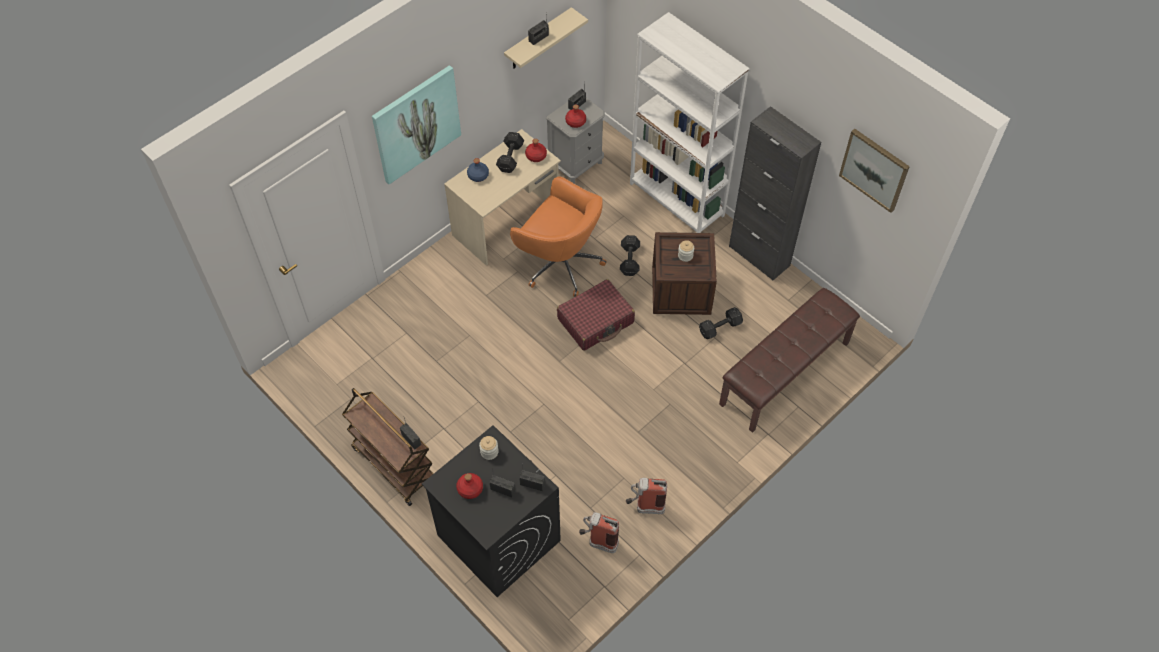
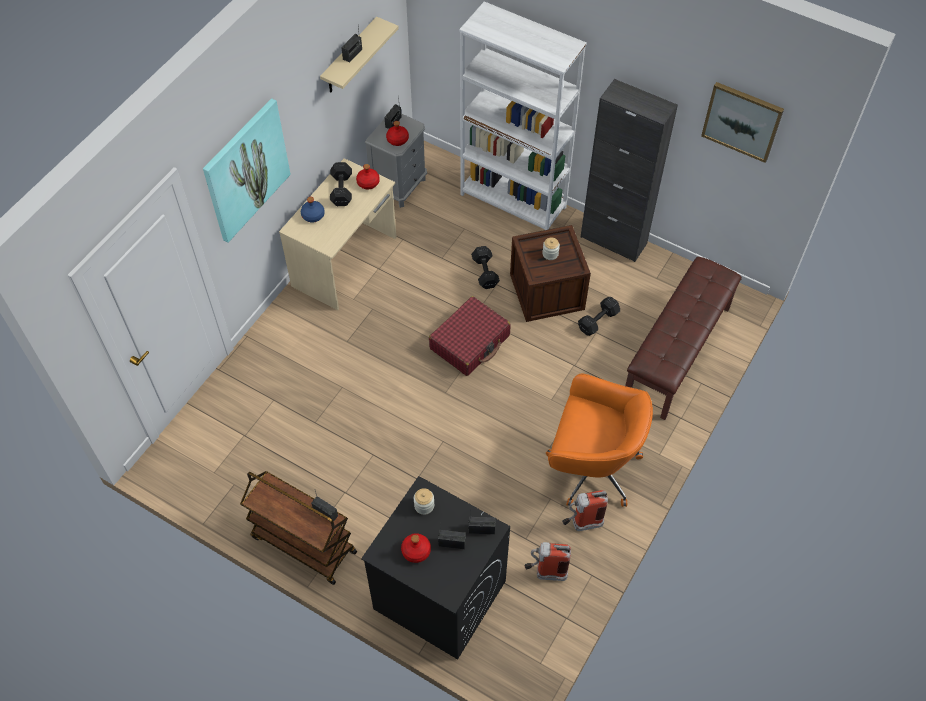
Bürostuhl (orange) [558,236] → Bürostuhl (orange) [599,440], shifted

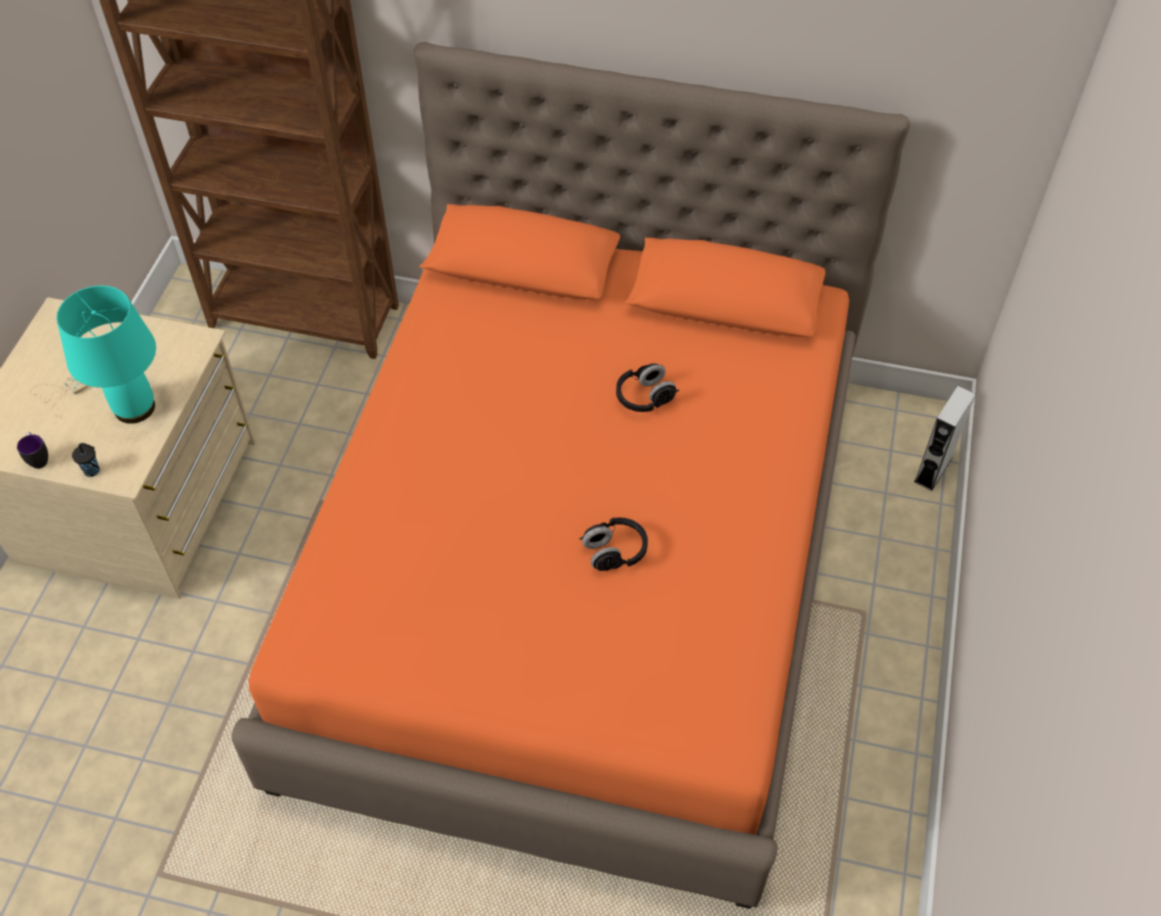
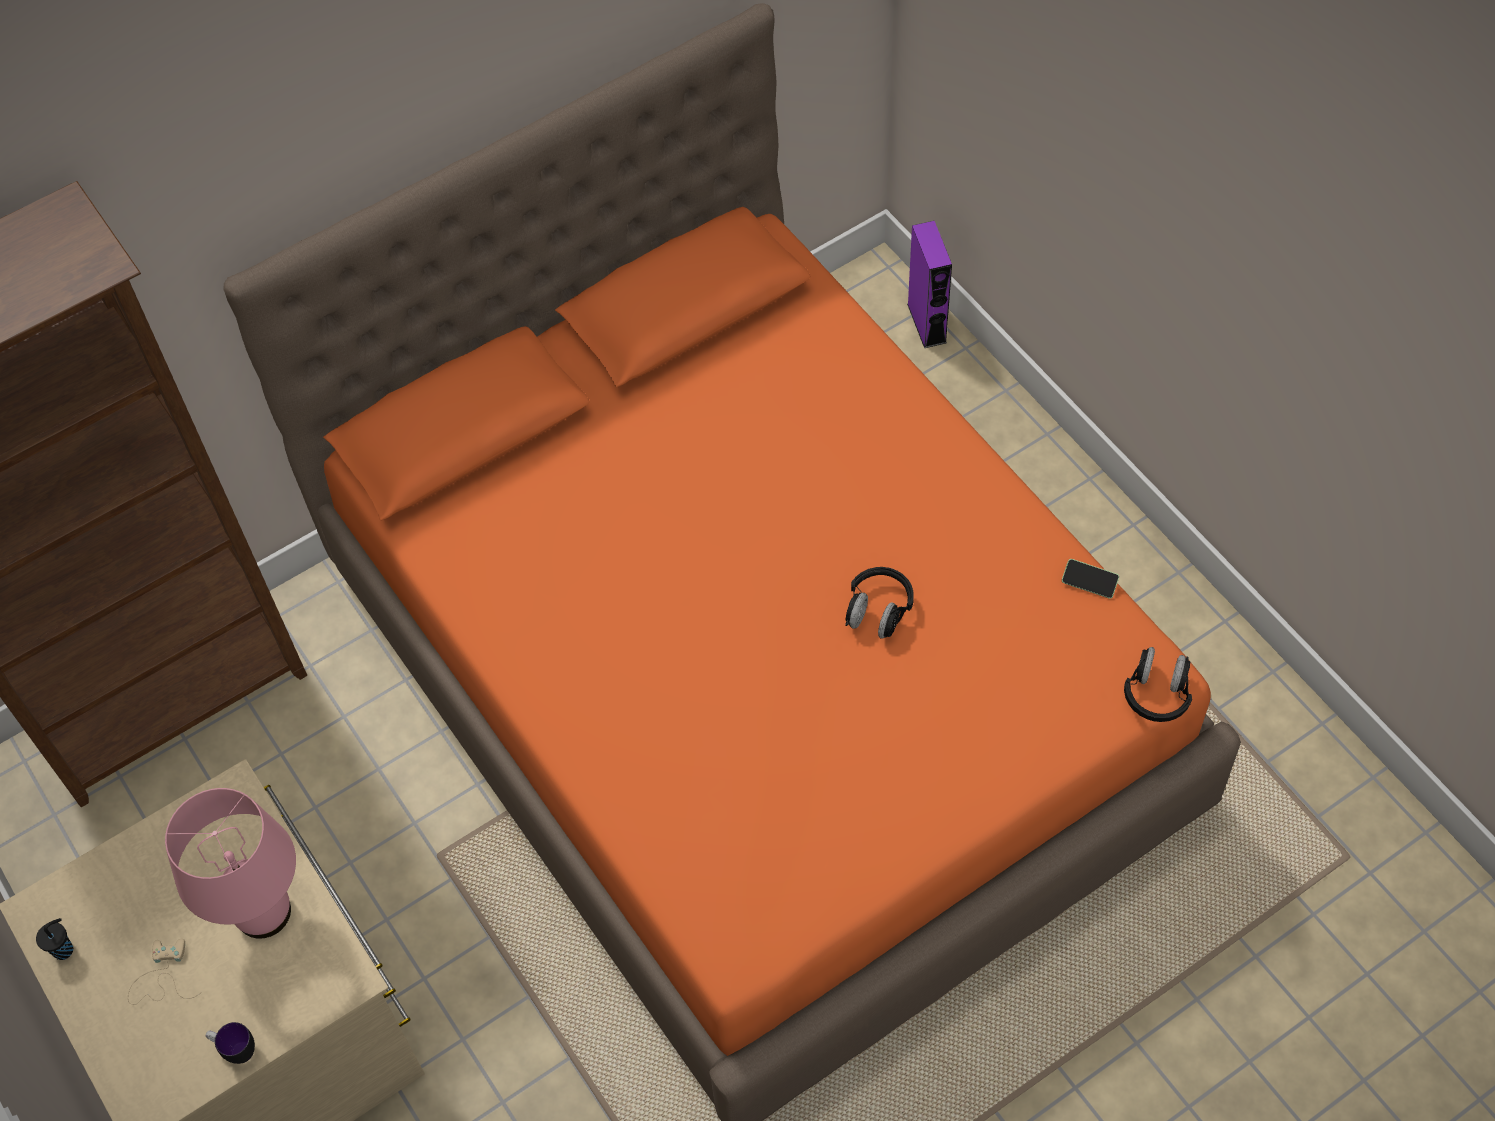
Tischlampe (türkis) [106,354] → Tischlampe (rosa) [230,863]
Kopfhörer (schwarz) [647,387] → Kopfhörer (schwarz) [1158,684], shifted
Lautsprecher (grau) [945,438] → Lautsprecher (lila) [929,284]
Tasse (schwarz) [86,460] → Tasse (schwarz) [54,939], shifted
- → Handy [1090,579]

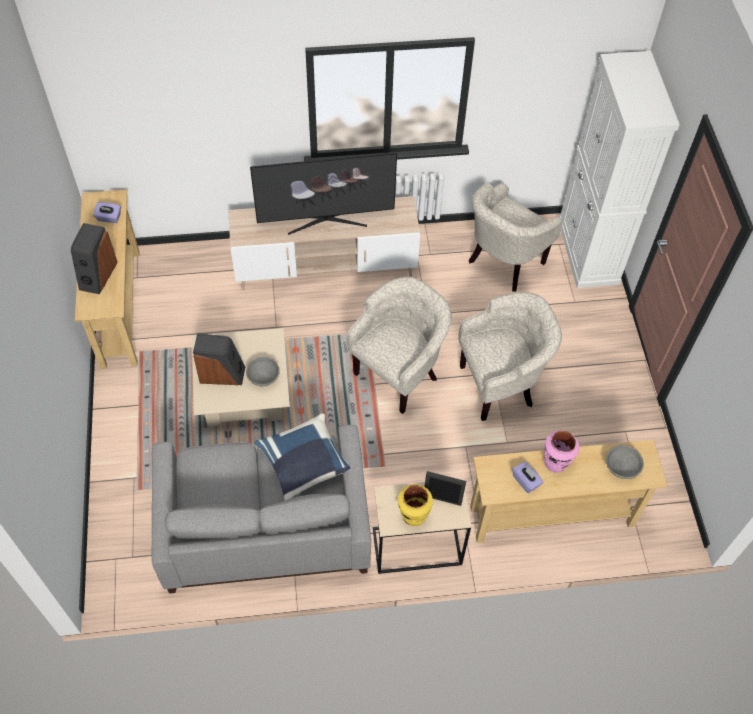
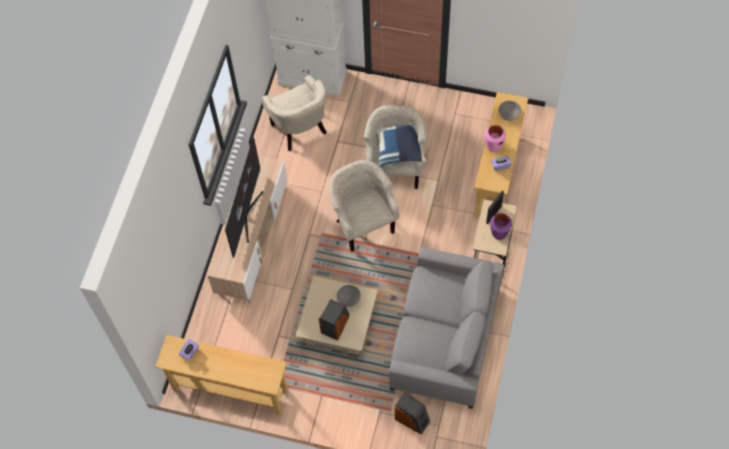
Lautsprecher [94,258] → Lautsprecher [412,413], shifted
Kissen (blau) [302,456] → Kissen (blau) [401,146], shifted
Vase (gelb) [415,505] → Vase (lila) [501,226]

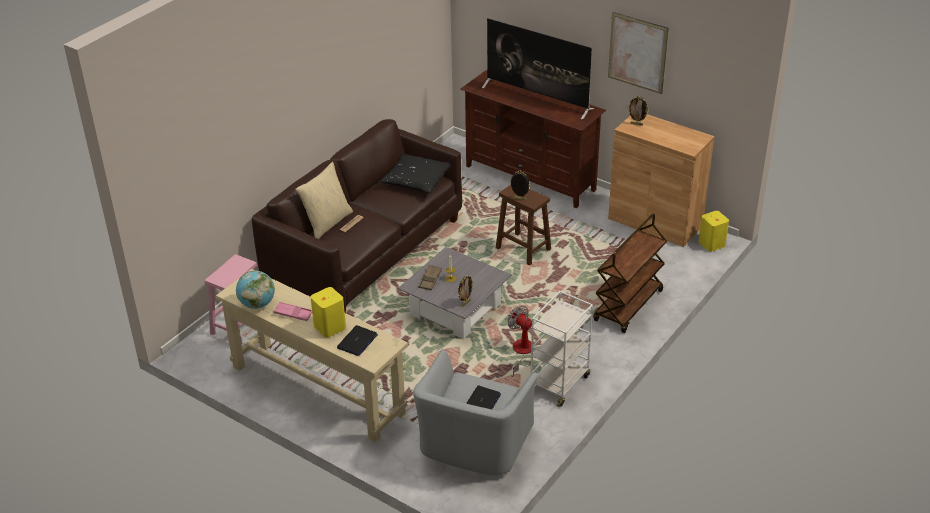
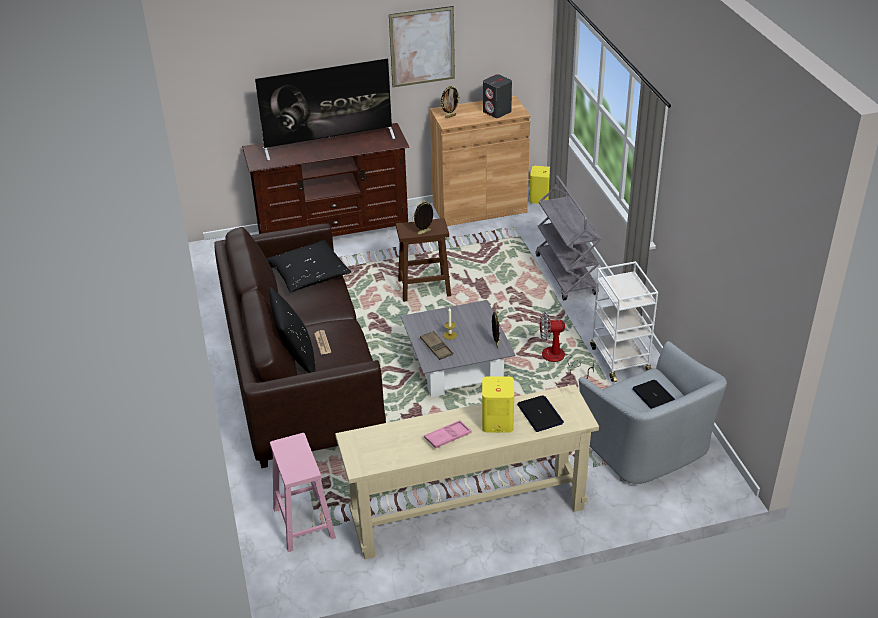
Kissen (beige) [324,200] → Kissen (schwarz) [293,330]
Rollwagen (braun) [630,273] → Rollwagen (grau) [568,237]
Globus [255,290] → -
- → Lautsprecher (grau) [497,96]

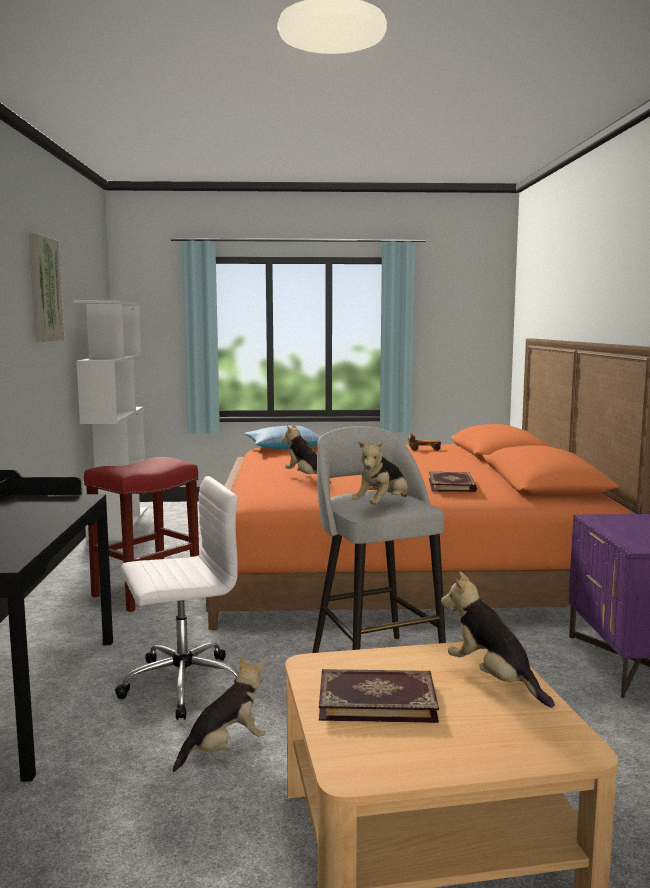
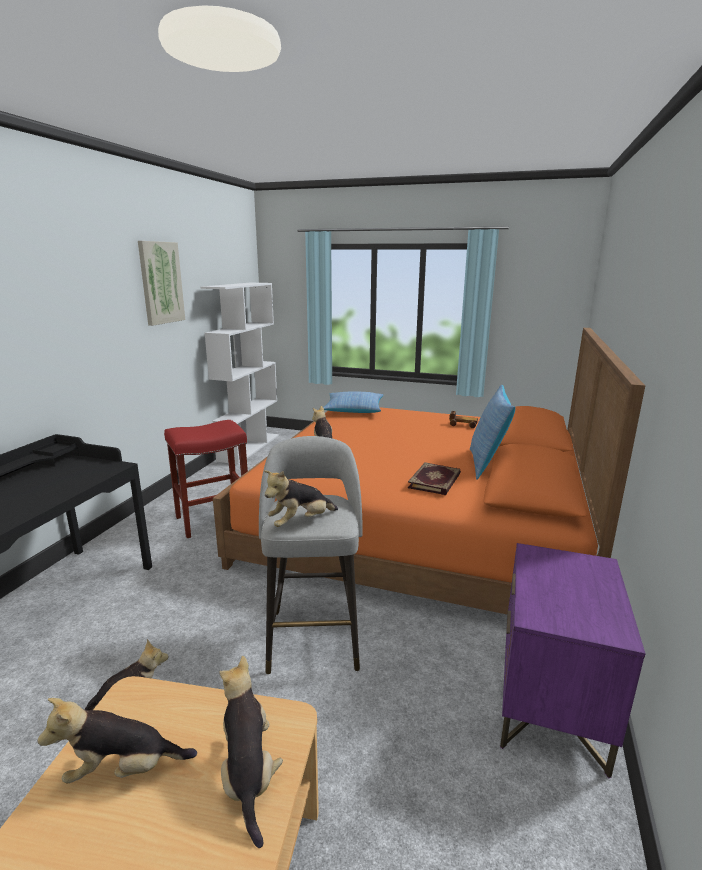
Bürostuhl (weiß) [176,598] → -
Buch [379,696] → Plüschtier [117,741]
- → Kissen [492,432]

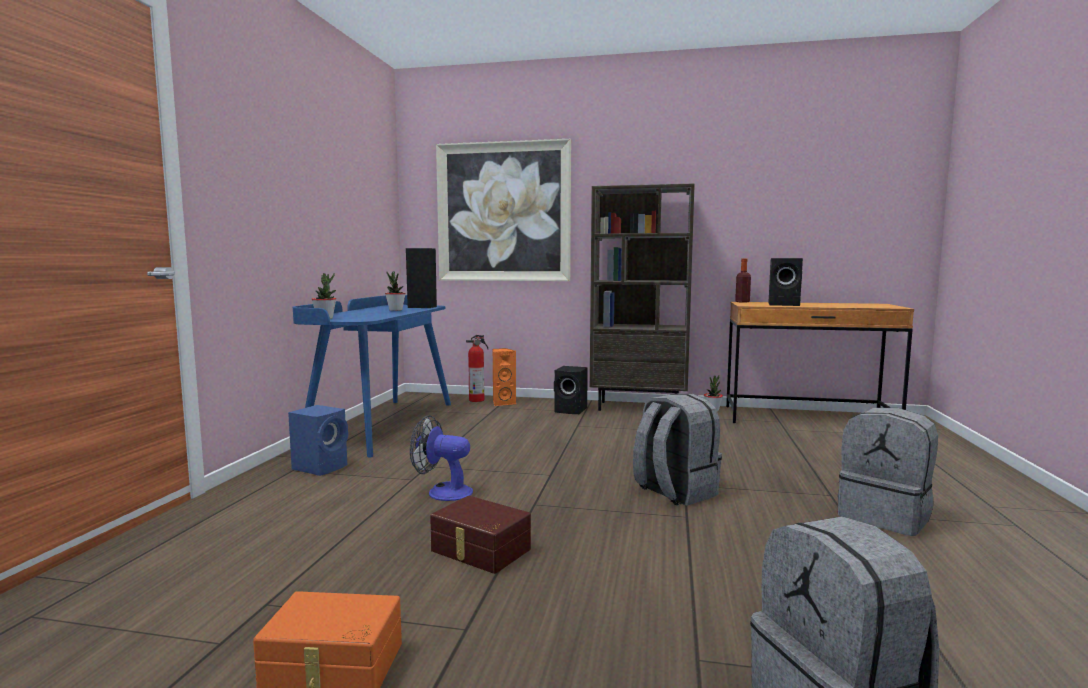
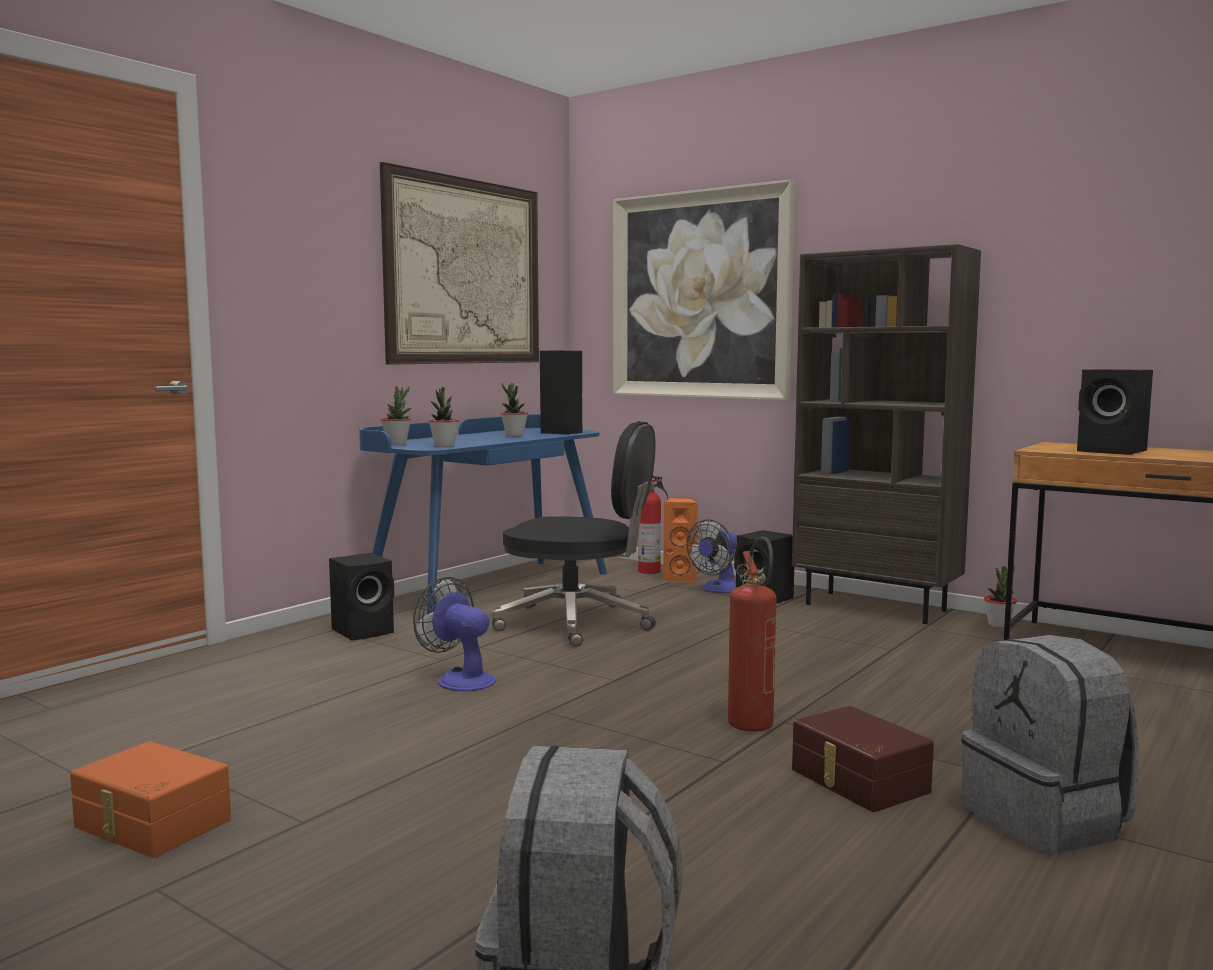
Flasche [743,281] → -
Rucksack (grau) [677,449] → Feuerlöscher [752,634]
Lautsprecher (blau) [318,440] → Lautsprecher (schwarz) [361,597]
Aufbewahrungsbox (braun) [480,535] → Aufbewahrungsbox (braun) [863,759], shifted
- → Bild [459,263]
- → Topfpflanze [444,417]
- → Bürostuhl (schwarz) [574,534]
- → Ventilator [712,556]

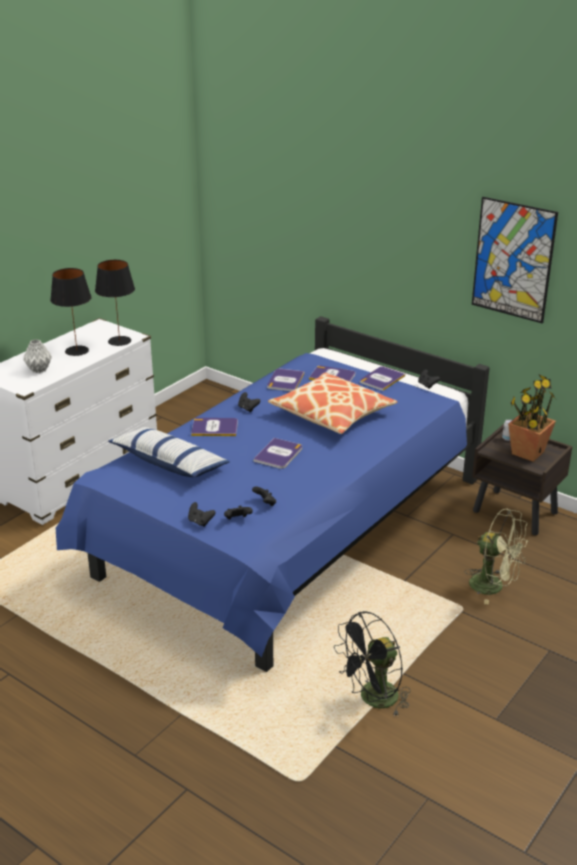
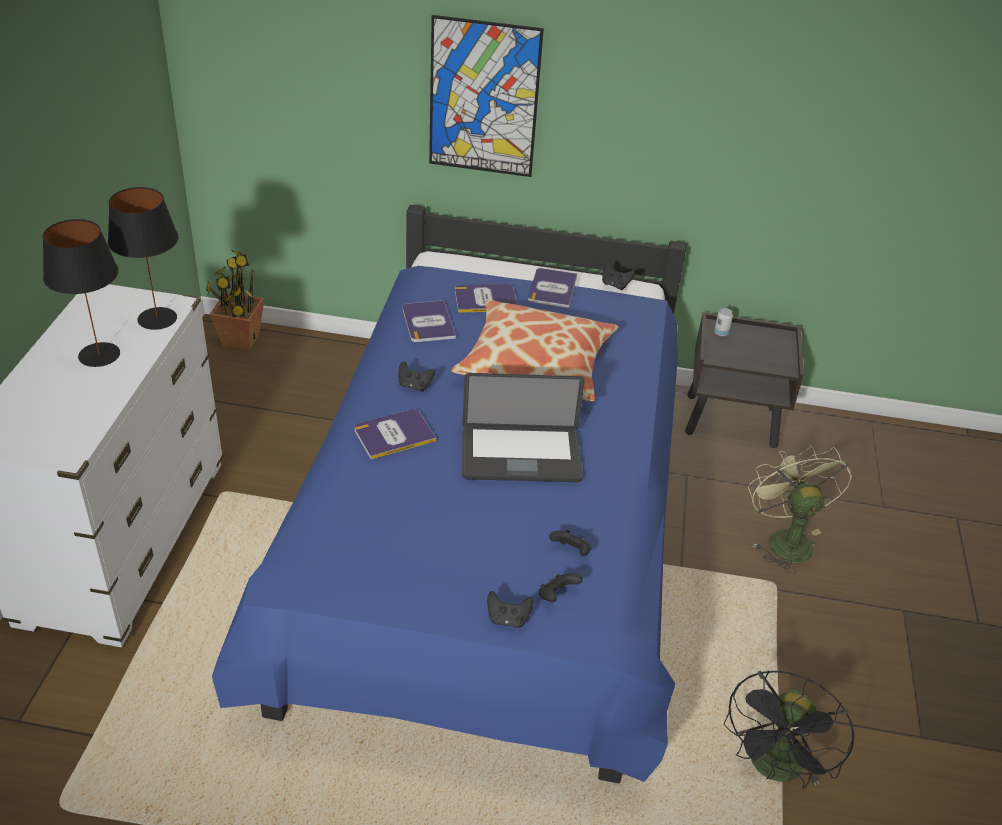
Bild [515,260] → Bild [486,96], shifted
Vase (grau) [37,356] → -
Topfpflanze [532,418] → Topfpflanze [235,300], shifted
Kissen [169,452] → -
Buch [277,453] → Laptop [523,427]
Ventilator (grün) [496,556] → Ventilator (grün) [800,509], 105 degrees counterclockwise

